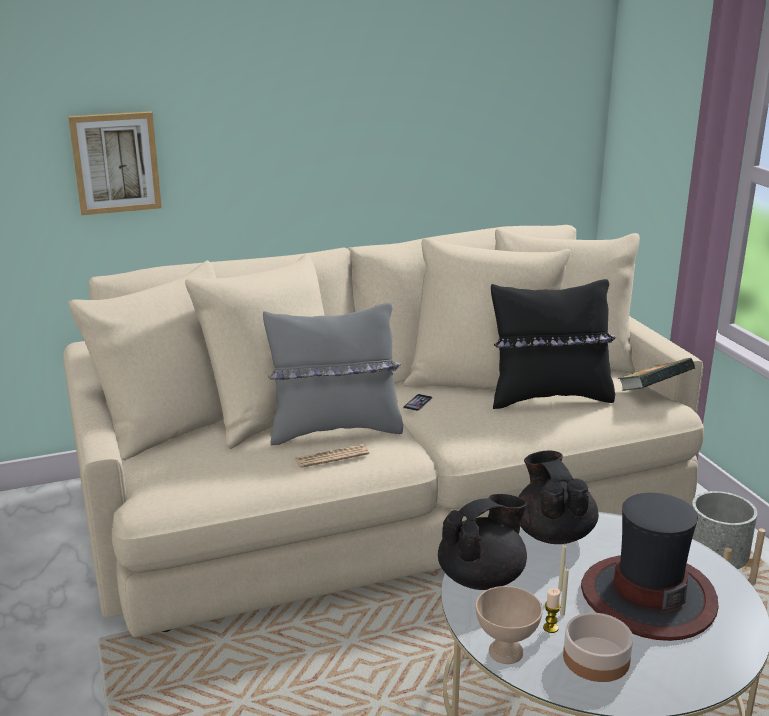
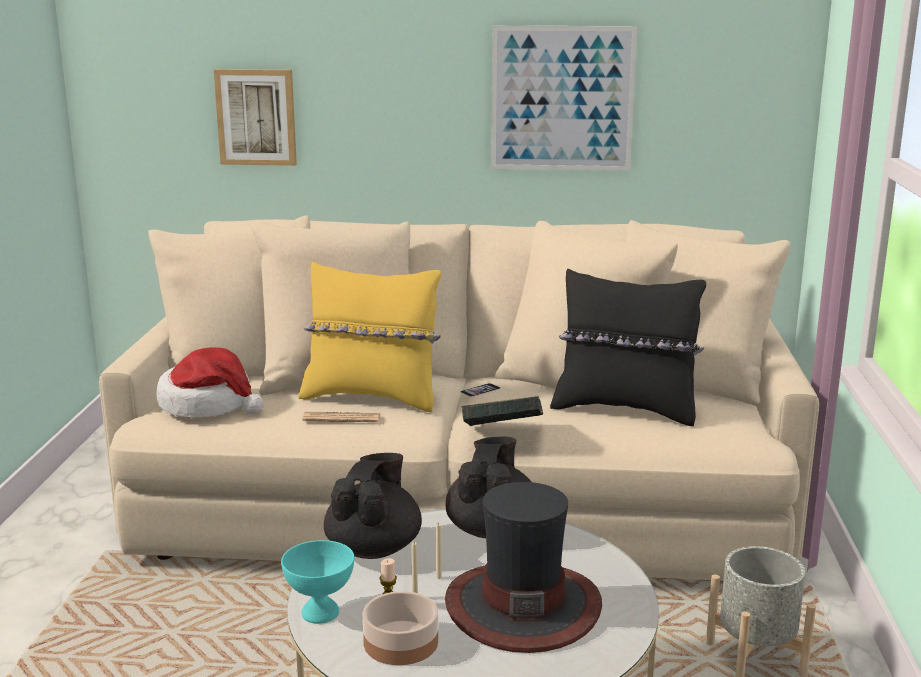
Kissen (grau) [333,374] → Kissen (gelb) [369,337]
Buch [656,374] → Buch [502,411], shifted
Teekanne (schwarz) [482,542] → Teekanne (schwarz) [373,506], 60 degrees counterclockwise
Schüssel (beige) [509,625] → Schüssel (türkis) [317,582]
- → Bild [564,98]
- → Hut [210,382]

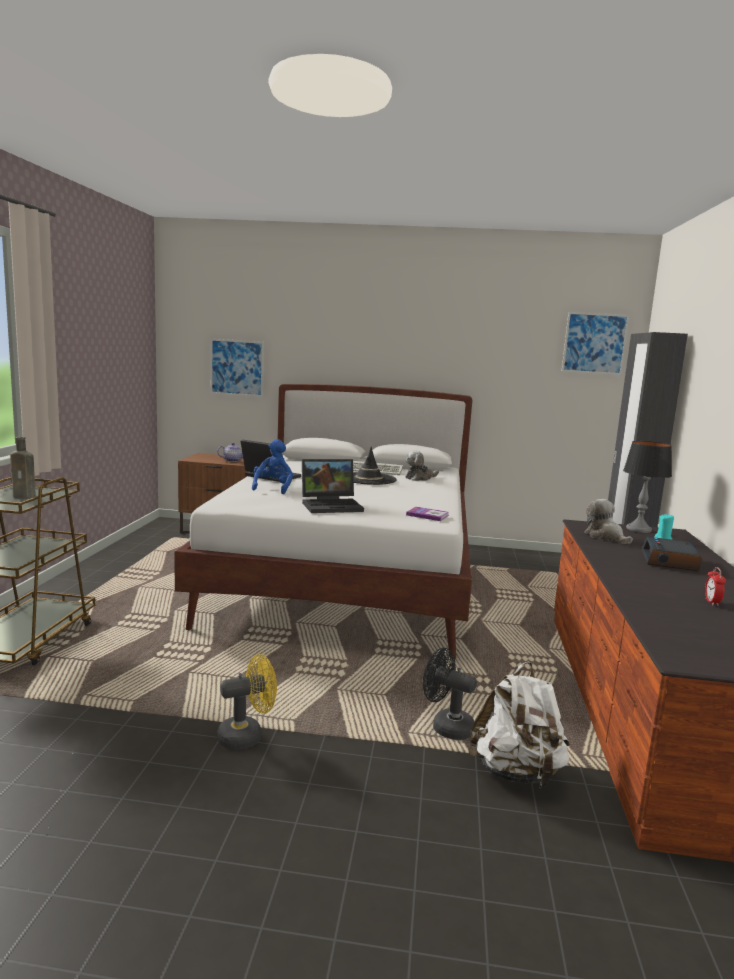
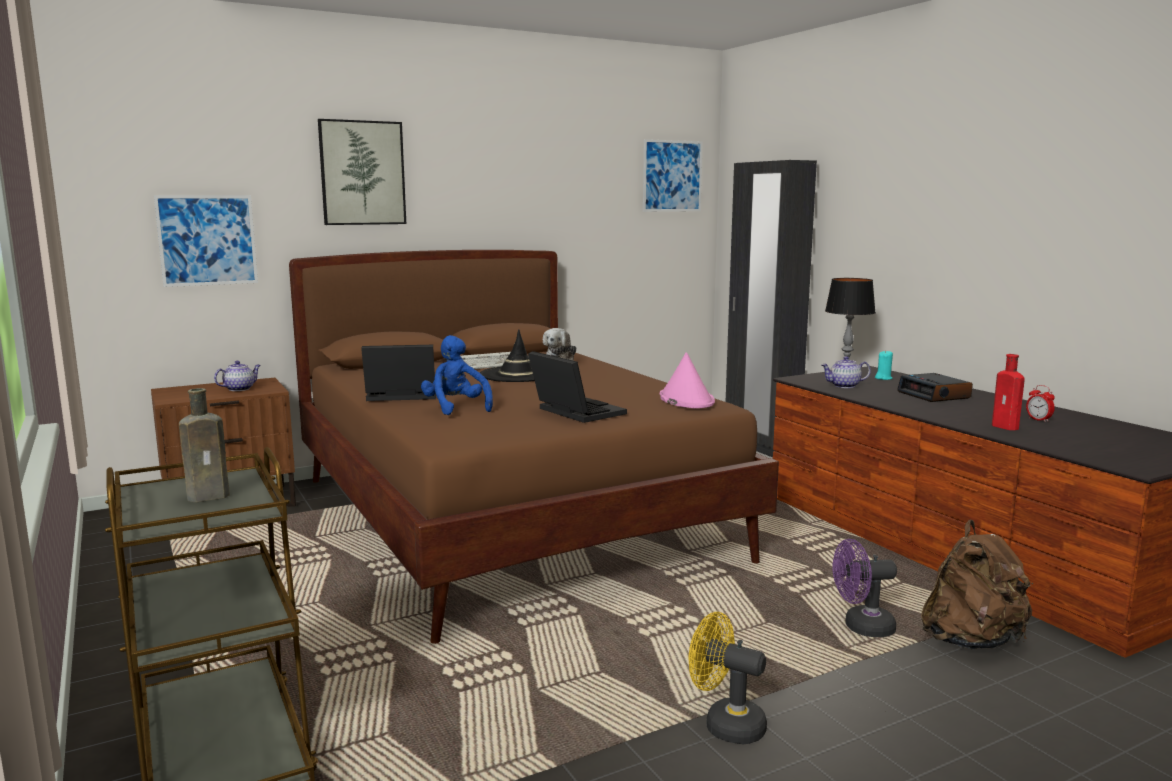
Bett (weiß) [323,521] → Bett (braun) [534,447]
Laptop [333,486] → Laptop [577,387], 75 degrees counterclockwise
Plüschtier [608,521] → Teekanne [846,372]
Buch [427,514] → Hut (rosa) [687,380]
Ventilator (schwarz) [450,694] → Ventilator (lila) [864,588]
Ventilator (gelb) [247,702] → Ventilator (gelb) [728,678], 90 degrees counterclockwise
Rucksack (weiß) [519,725] → Rucksack (braun) [977,584]
- → Bild [362,172]
- → Flasche (rot) [1008,392]

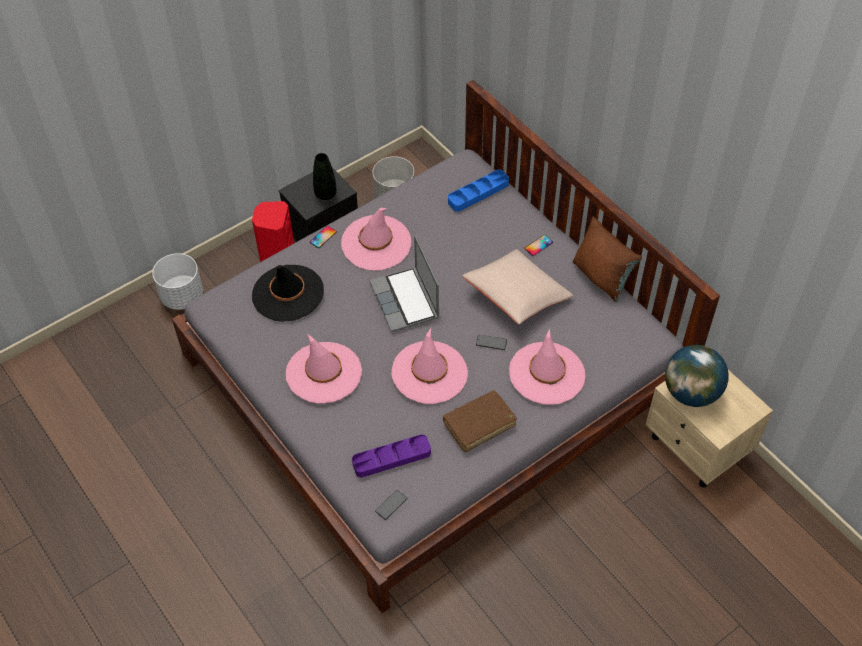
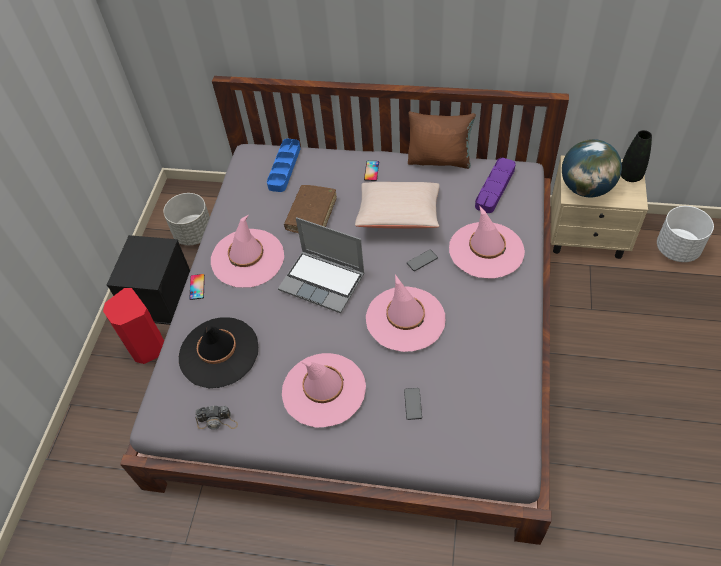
Vase (schwarz) [325,176] → Vase (schwarz) [636,156], shifted
Pflanzkübel (weiß) [177,281] → Pflanzkübel (weiß) [685,234], shifted
Buch (braun) [480,421] → Buch (braun) [310,209], shifted
Tablett (lila) [391,456] → Tablett (lila) [495,185], shifted
Handy [391,505] → Handy [413,404], shifted
- → Kamera [217,417]

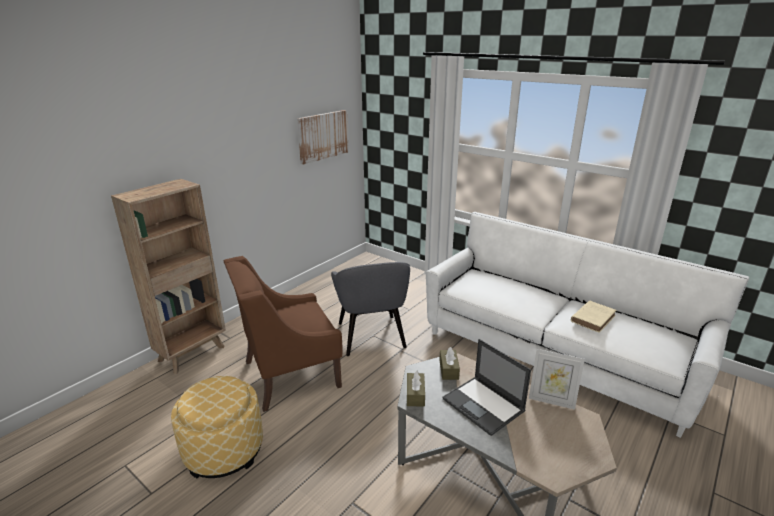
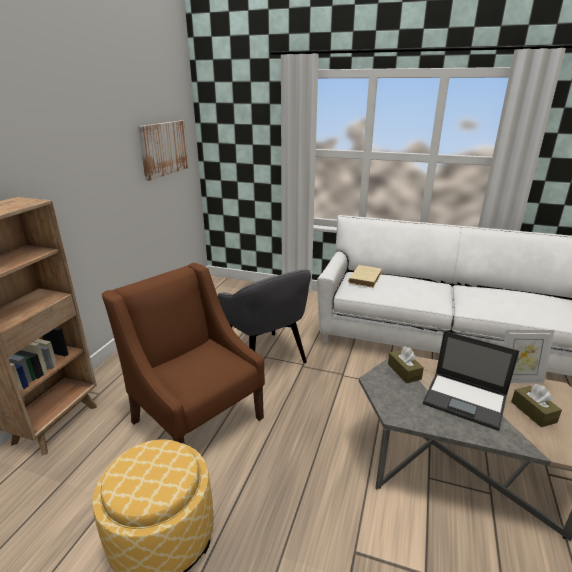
Sessel (braun) [283,334] → Sessel (braun) [183,353], 90 degrees clockwise
Buch (beige) [594,317] → Buch (beige) [365,276], shifted
Taschentuchbox (braun) [416,388] → Taschentuchbox (braun) [536,405], shifted

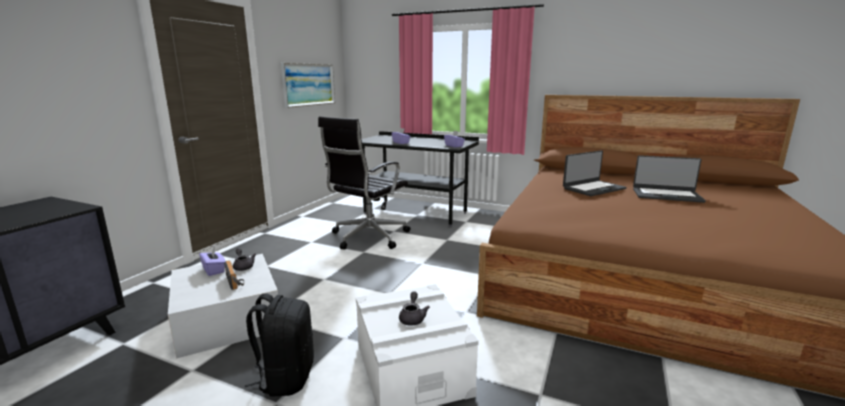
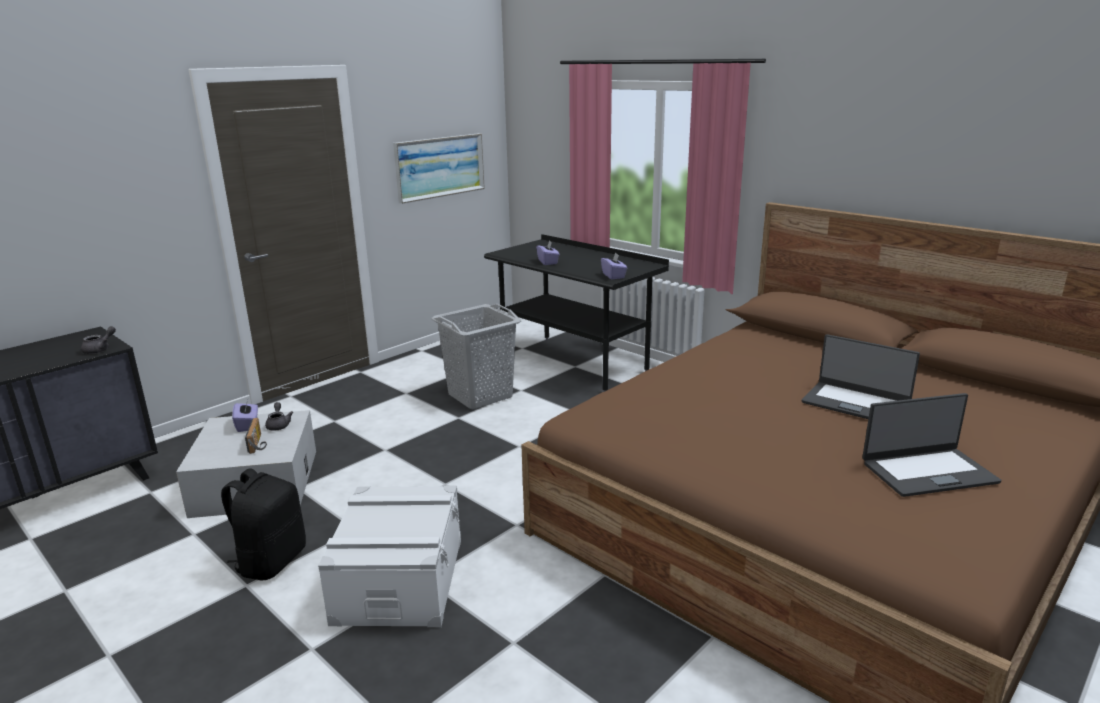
Bürostuhl (schwarz) [364,183] → Wäschekorb (grau) [476,356]
Laptop [595,173] → Laptop [931,445], shifted
Teekanne (grau) [414,308] → Teekanne (grau) [98,340], shifted

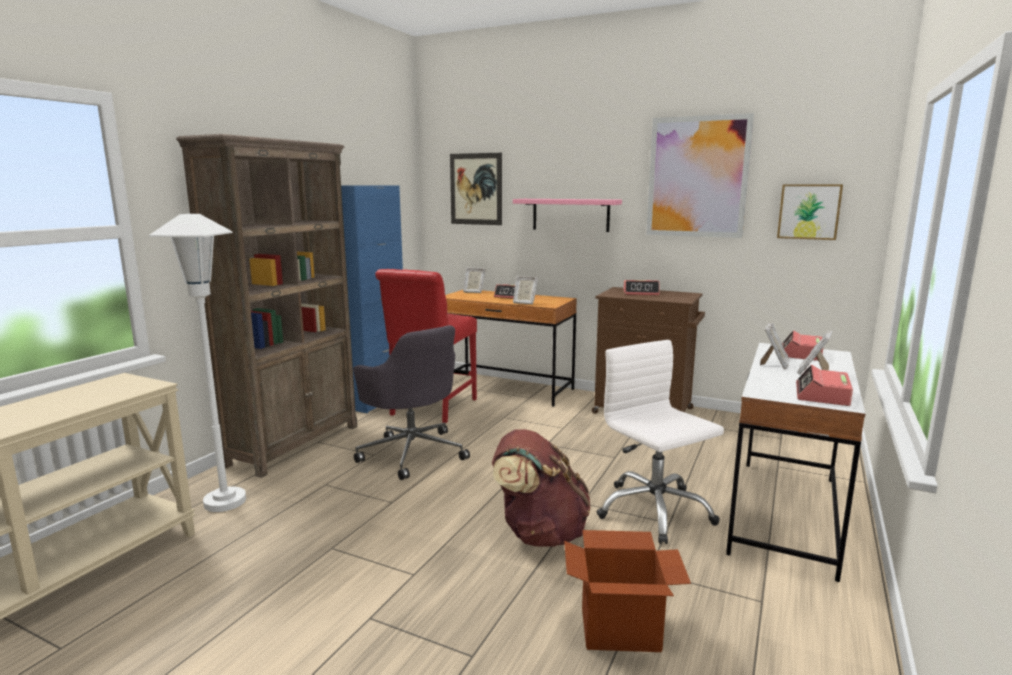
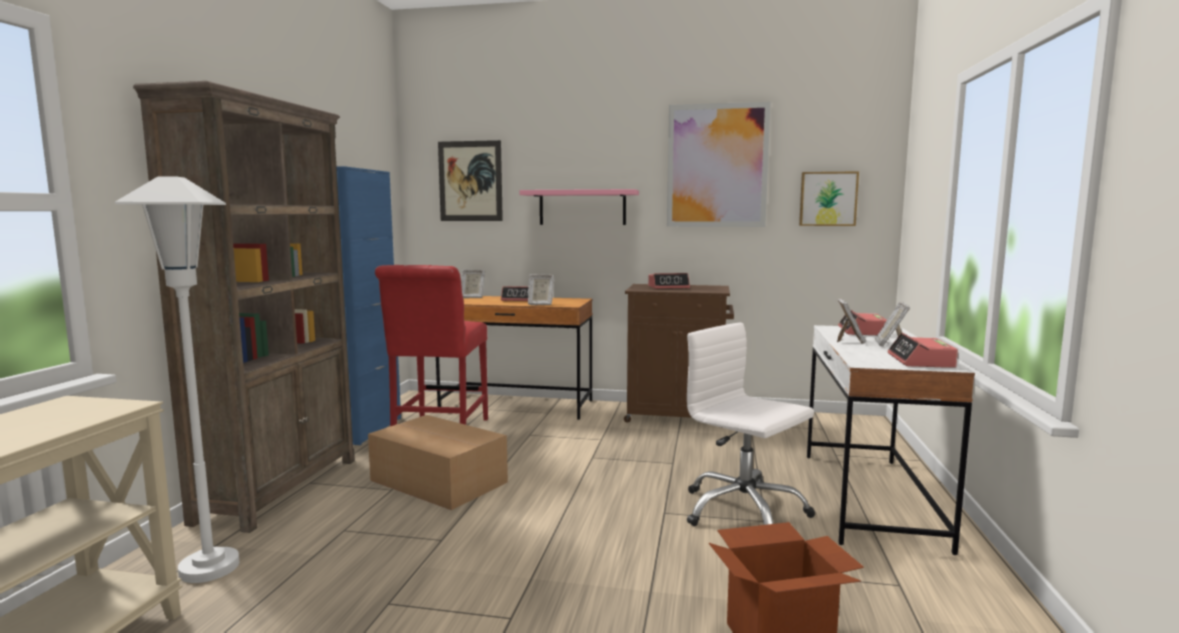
Bürostuhl (grau) [411,402] → Karton [438,462]
Rucksack (braun) [541,488] → -

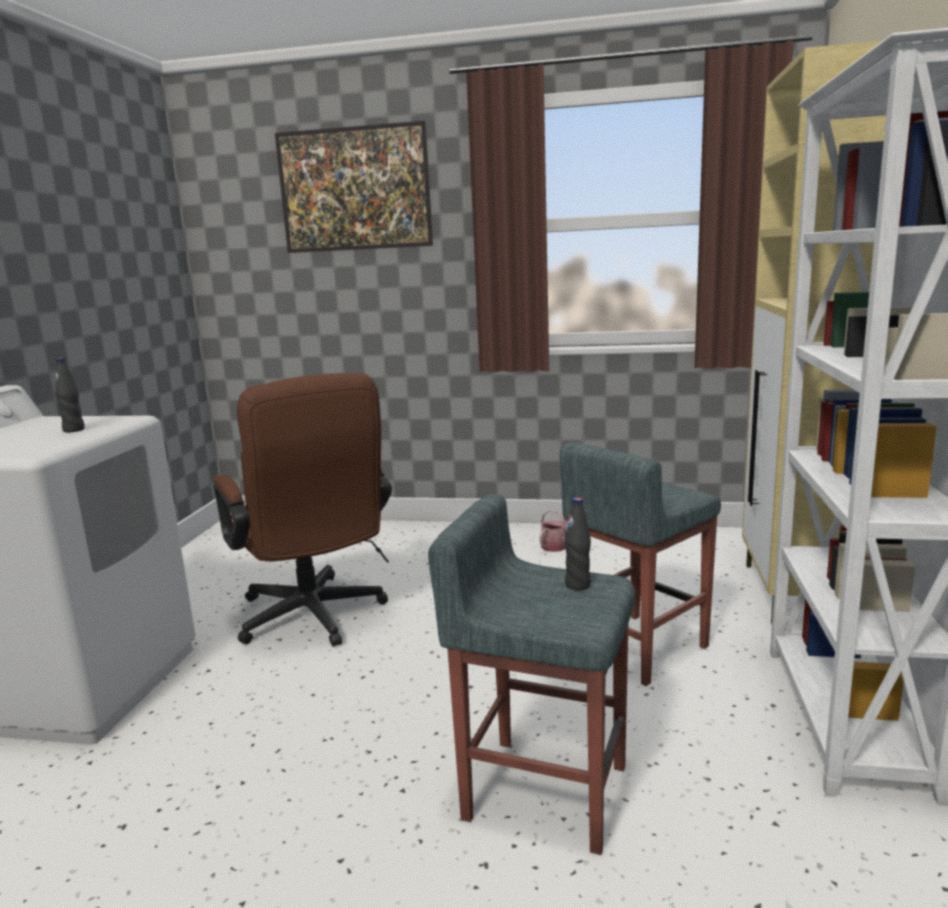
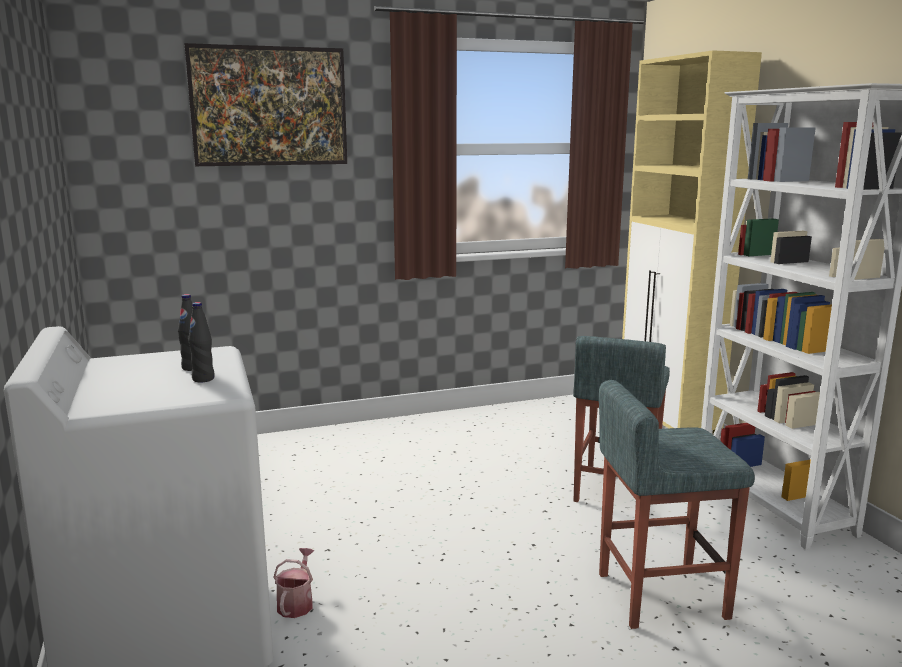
Bürostuhl (braun) [302,510] → -
Flasche (schwarz) [578,544] → Flasche (schwarz) [201,342], shifted
Gießkanne [553,531] → Gießkanne [293,583], shifted

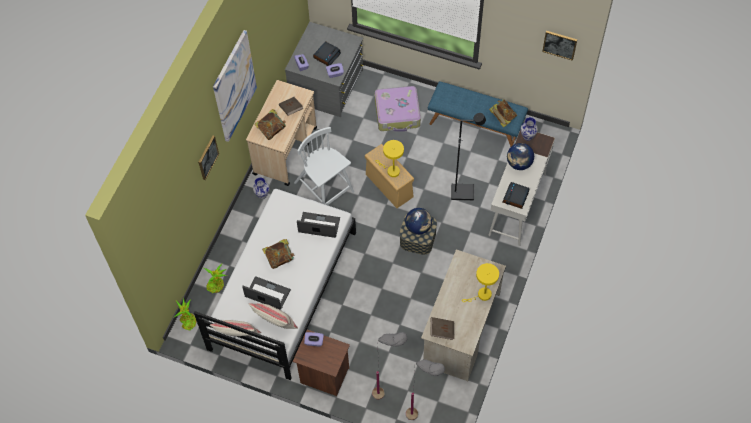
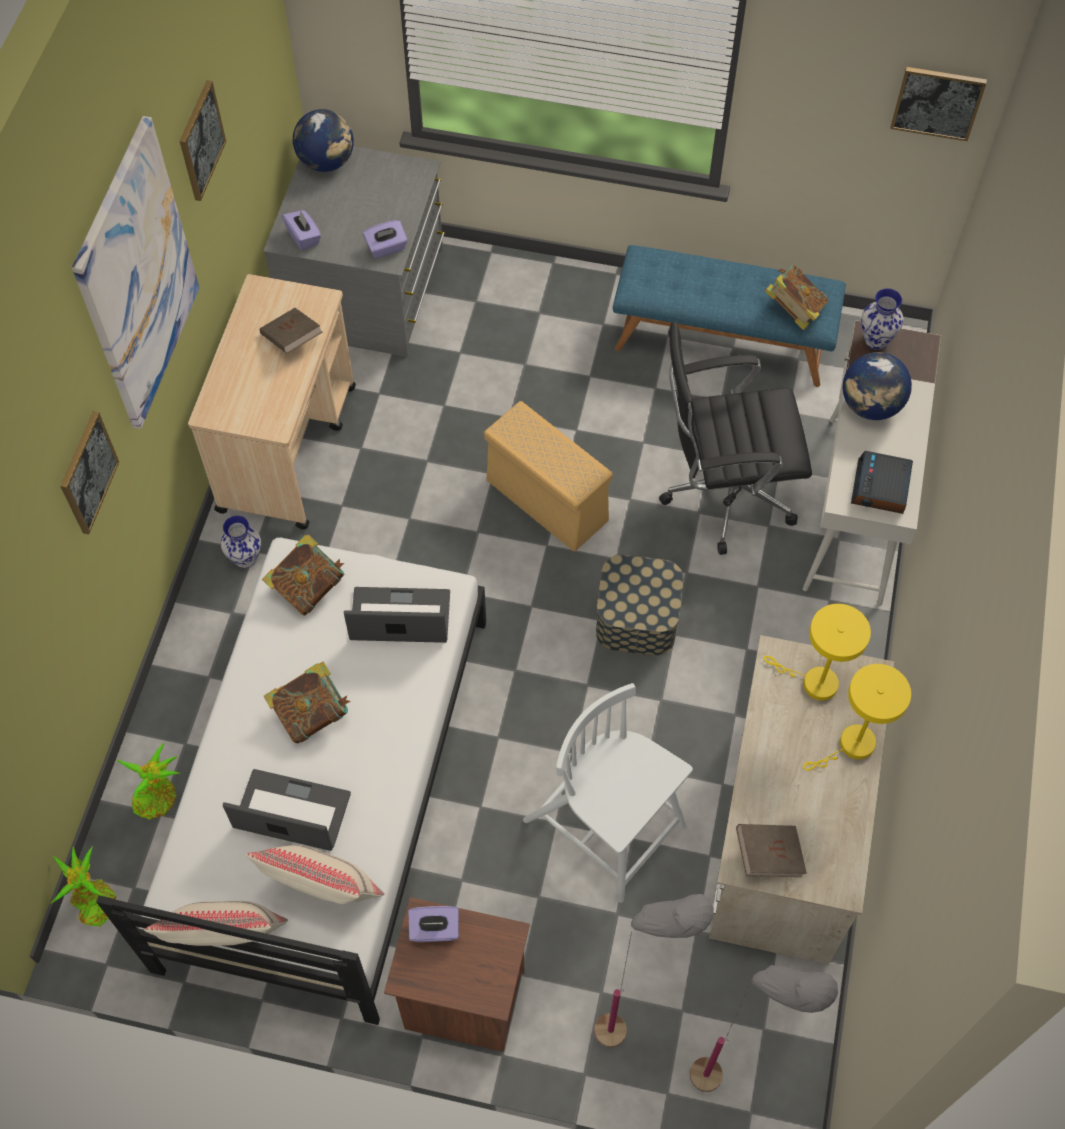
Wecker [327,53] → -
Koffer [398,108] → -
Buch [270,124] → Buch [303,574], shifted
Stehlampe (schwarz) [468,156] → Bürostuhl (schwarz) [735,438]
Stuhl (weiß) [324,166] → Stuhl (weiß) [608,793], shifted
Tischlampe (gelb) [389,158] → Tischlampe (gelb) [817,652], shifted
Globus [418,221] → Globus [323,140], shifted
- → Bild [203,140]

